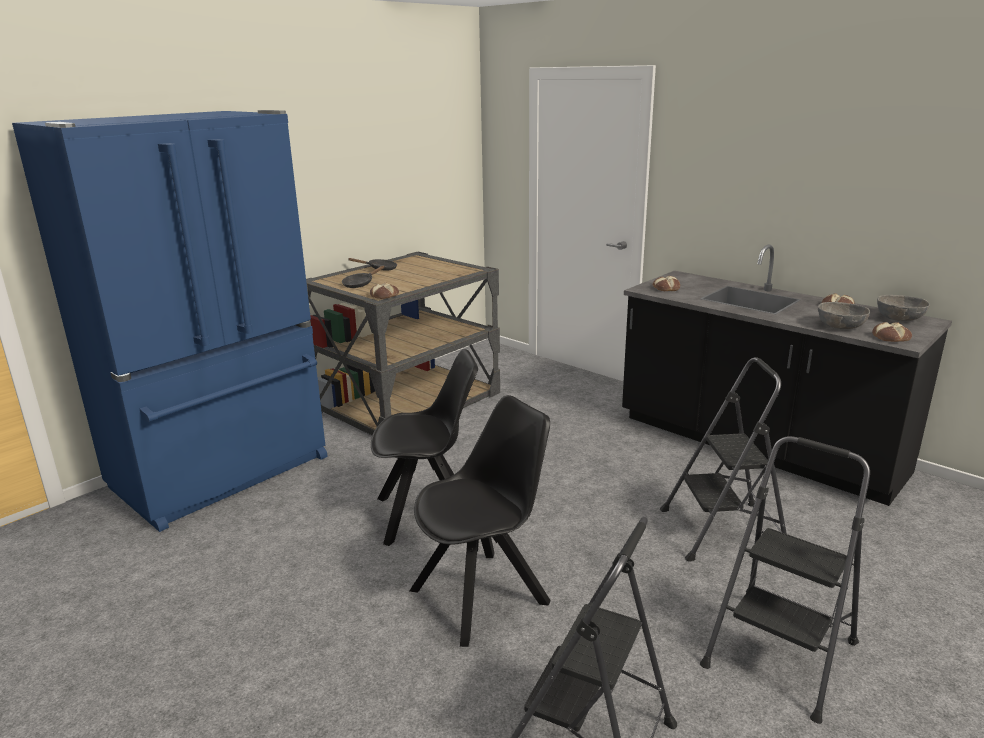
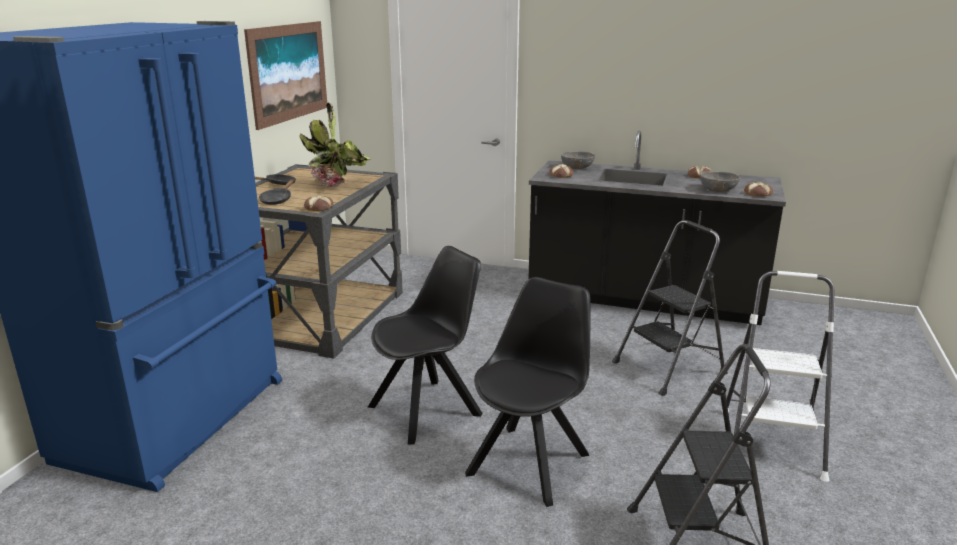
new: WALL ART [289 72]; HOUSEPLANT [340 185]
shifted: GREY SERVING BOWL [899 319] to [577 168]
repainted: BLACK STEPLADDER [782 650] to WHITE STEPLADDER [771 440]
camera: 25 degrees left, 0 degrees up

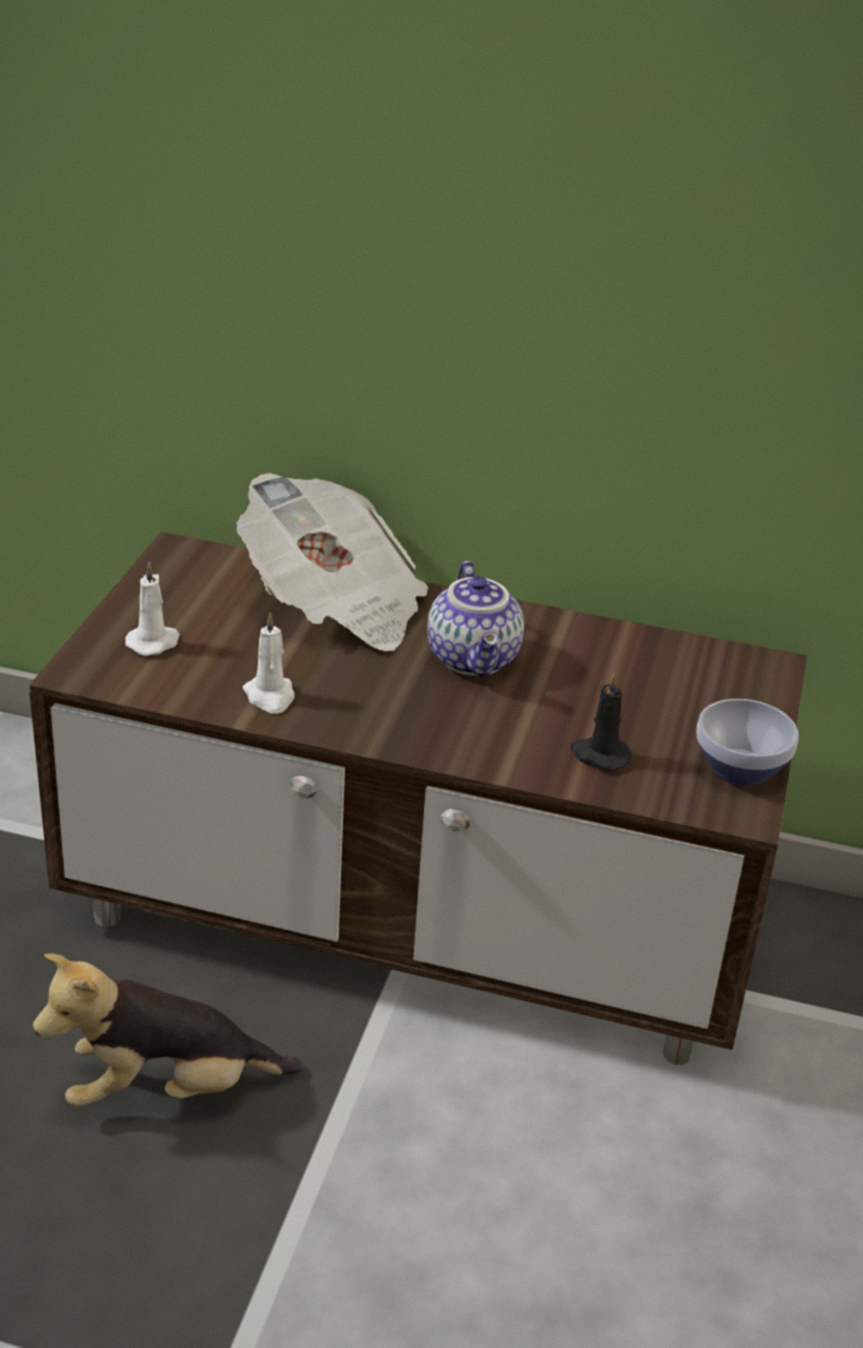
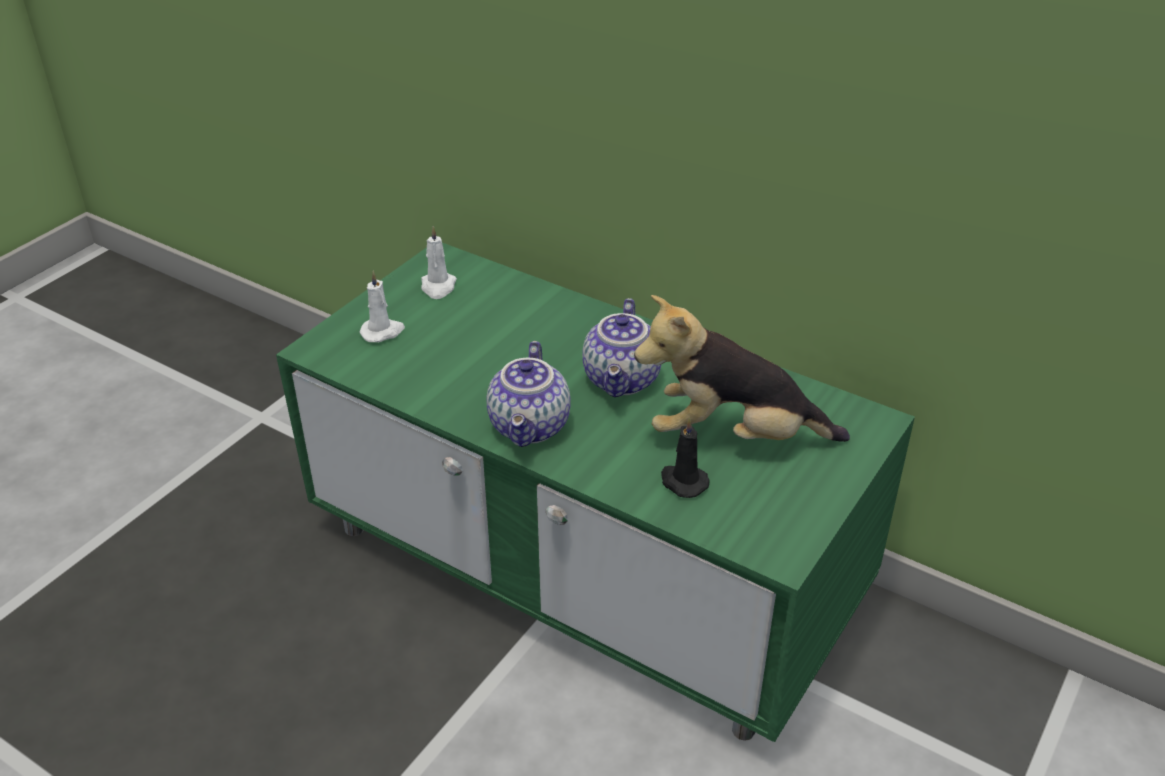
gone: DAILY PAPER [334 606]; SERVING BOWL [738 767]
new: POT FOR TEA [531 427]
shifted: CUDDLY TOY [166 1090] to [733 436]; WHITE WAX LIGHT [270 697] to [438 287]
repainted: BROWN TV UNIT [418 910] to GREEN TV UNIT [586 565]
camera: 20 degrees right, 5 degrees up

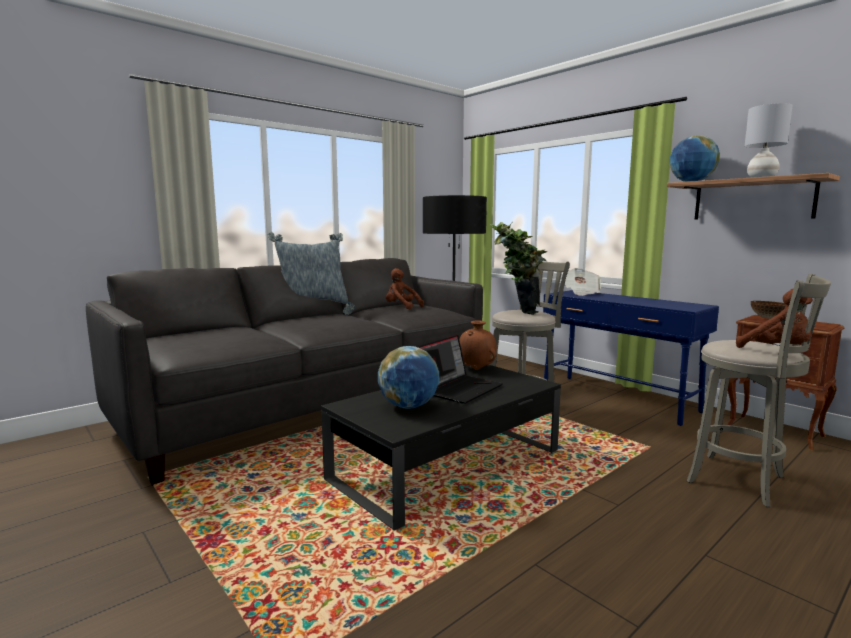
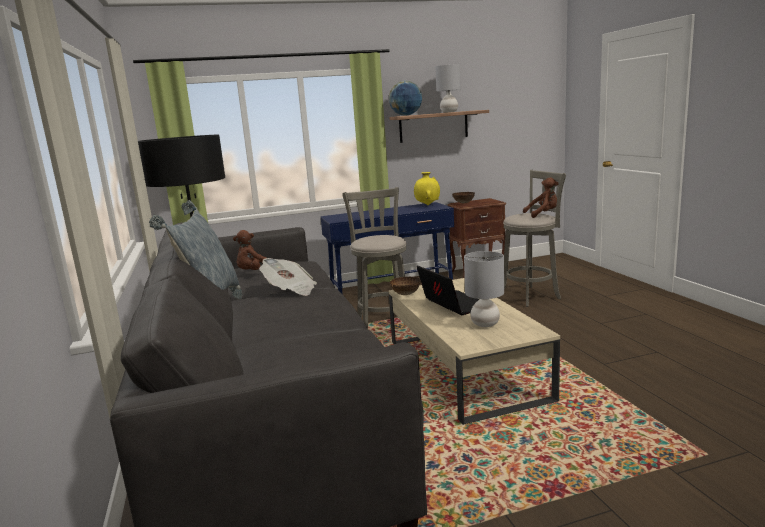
gone: HOUSEPLANT [516 312]
new: YELLOW FLOWER VASE [427 205]
shifted: DAILY PAPER [580 293] to [290 290]
swapped: WORLD GLOBE [409 406] to GREY TABLE LAMP [485 324]; BROWN FLOWER VASE [477 369] to SERVING BOWL [406 294]
repainted: BLACK LOUNGE TABLE [448 464] to SAND-COLOURED LOUNGE TABLE [464 368]
camera: 65 degrees left, 5 degrees up

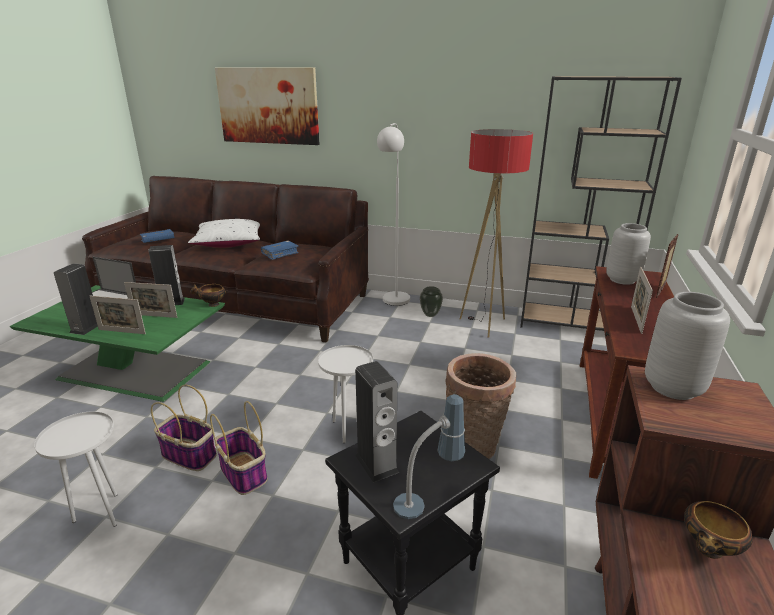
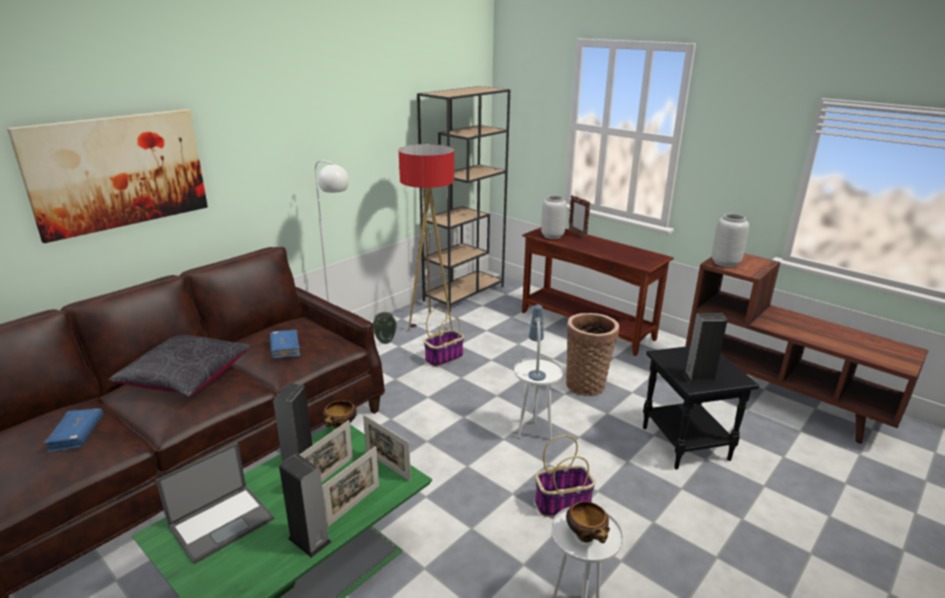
shifted: STORAGE BASKET [190 455] to [444 357]; TABLE LAMP [428 499] to [535 369]; PHOTO FRAME [636 319] to [387 466]; SERVING BOWL [708 551] to [586 537]
repainted: WHITE PILLOW [229 243] to BLACK PILLOW [187 377]
camera: 65 degrees left, 0 degrees up

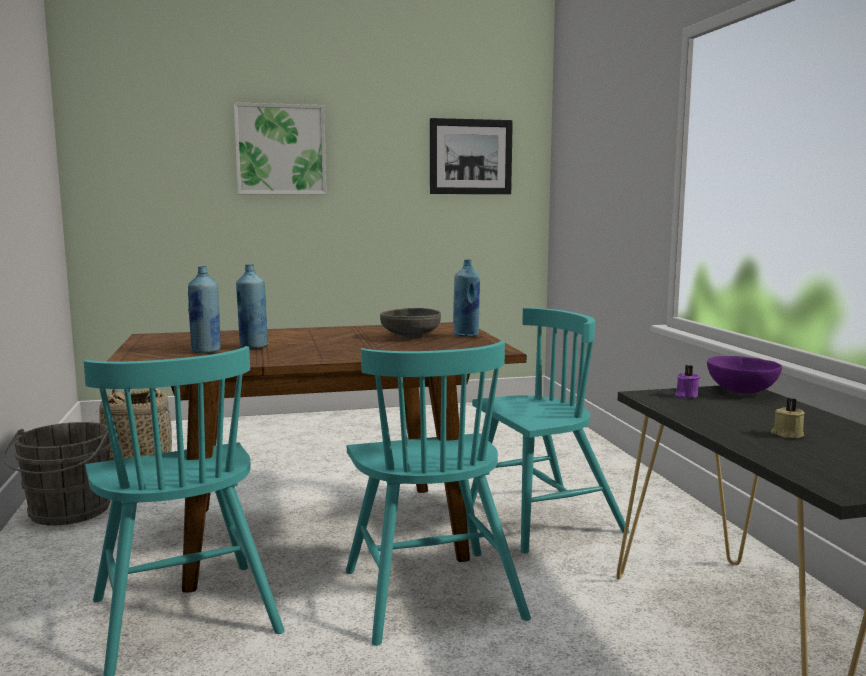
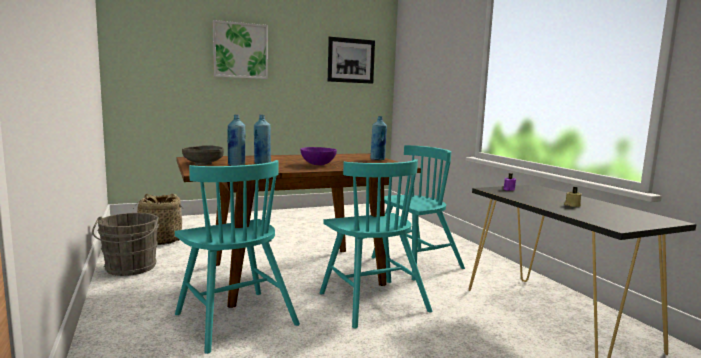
shifted: GREY SERVING BOWL [410 336] to [203 164]; PURPLISH SERVING BOWL [740 391] to [318 164]
camera: 10 degrees left, 0 degrees up

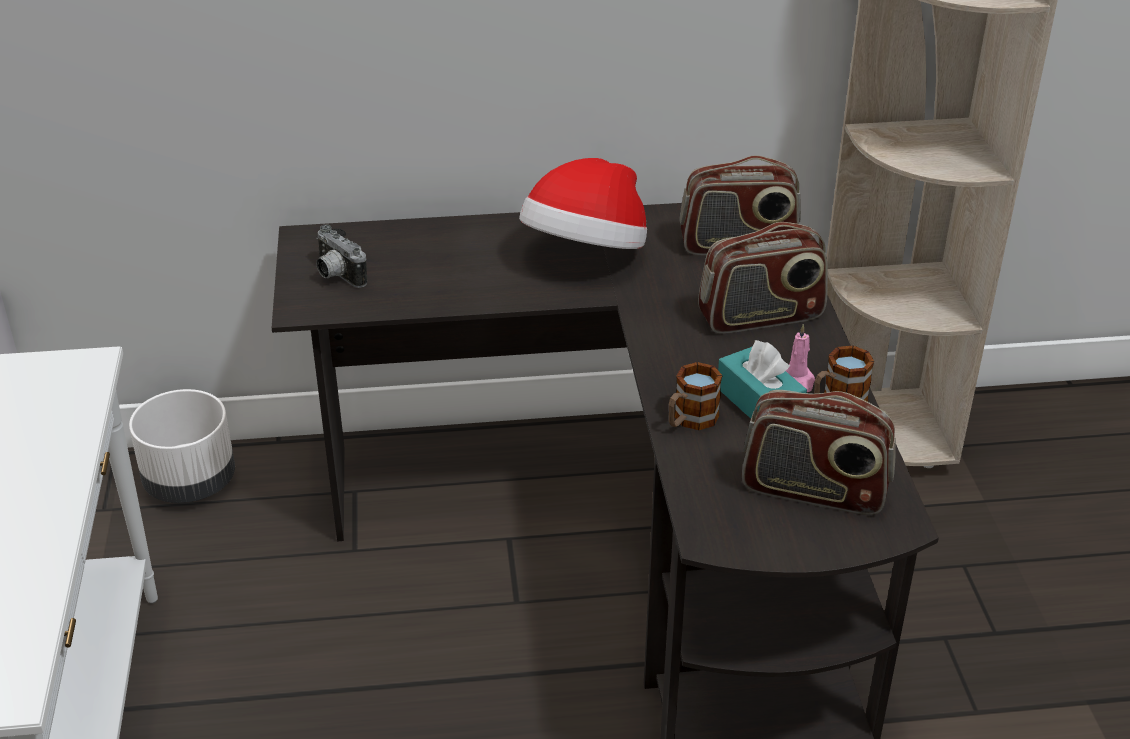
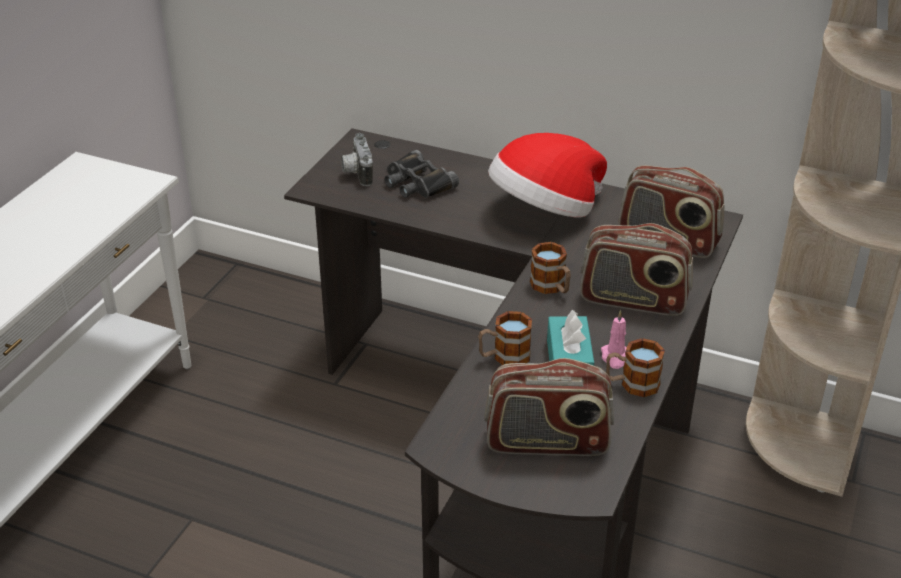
gone: WHITE PLANTER [189 483]
new: BLACK BINOCULARS [417 183]; COFFEE MUG [552 287]
rotated: RADIO [813 491] = [547 442] 45 degrees counterclockwise
camera: 30 degrees right, 0 degrees up

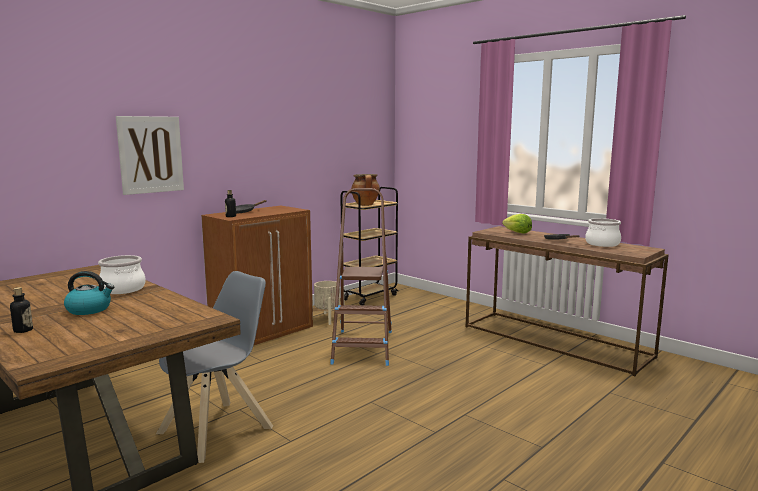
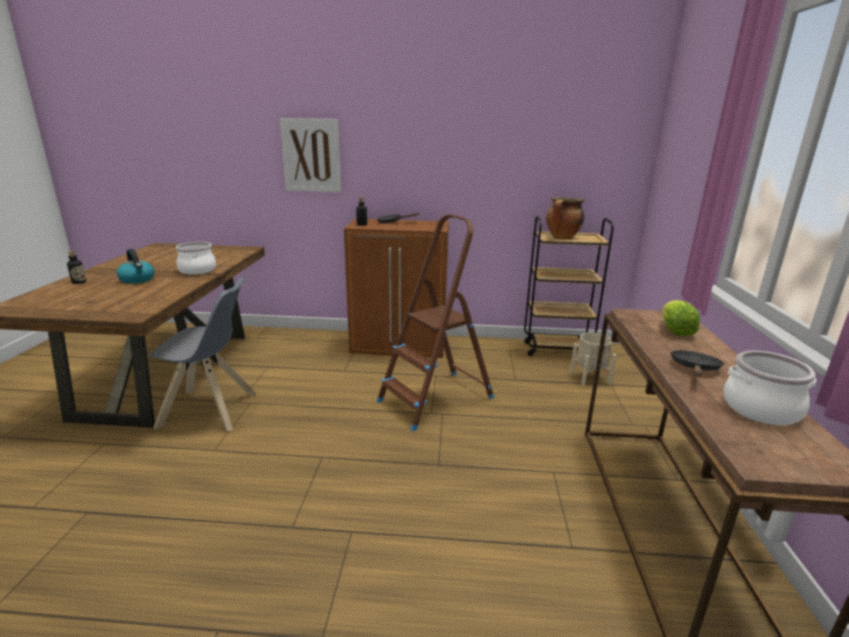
shifted: SAND-COLOURED PLANTER [327 319] to [589 378]
camera: 50 degrees right, 10 degrees up

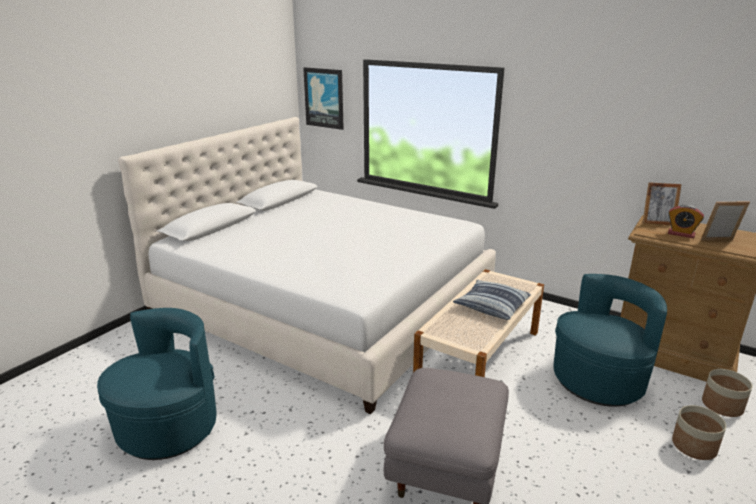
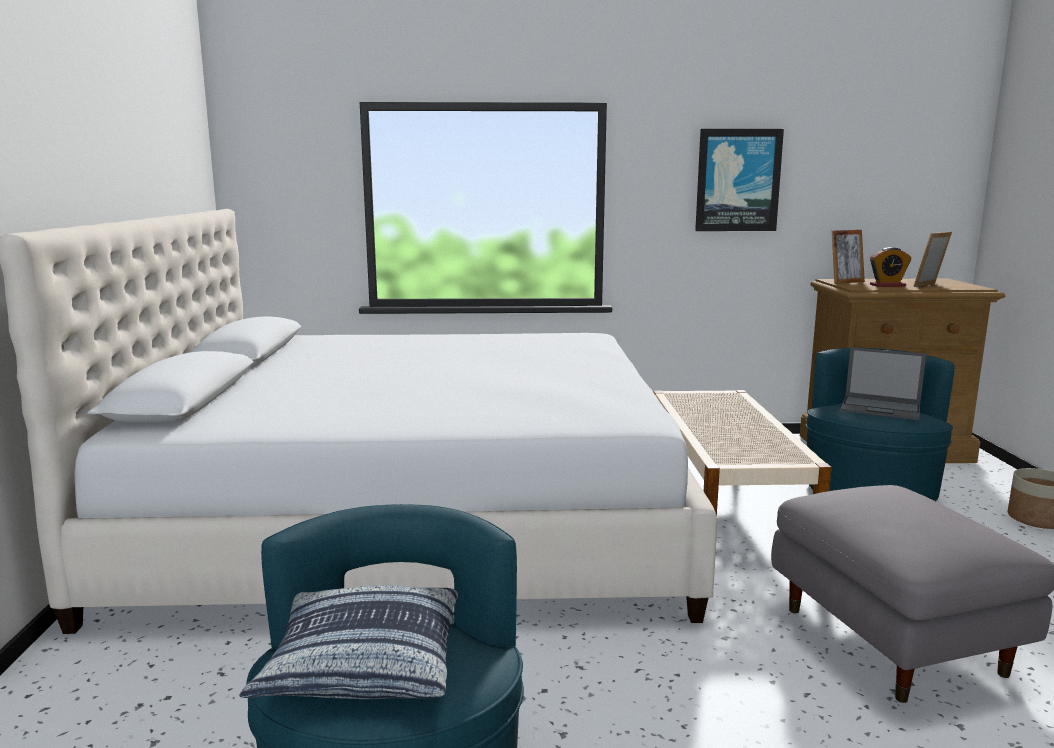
gone: PLANTER [722 406]
new: LAPTOP [881 408]
shifted: WALL ART [324 98] to [738 180]; PILLOW [491 306] to [362 663]
camera: 35 degrees left, 10 degrees down

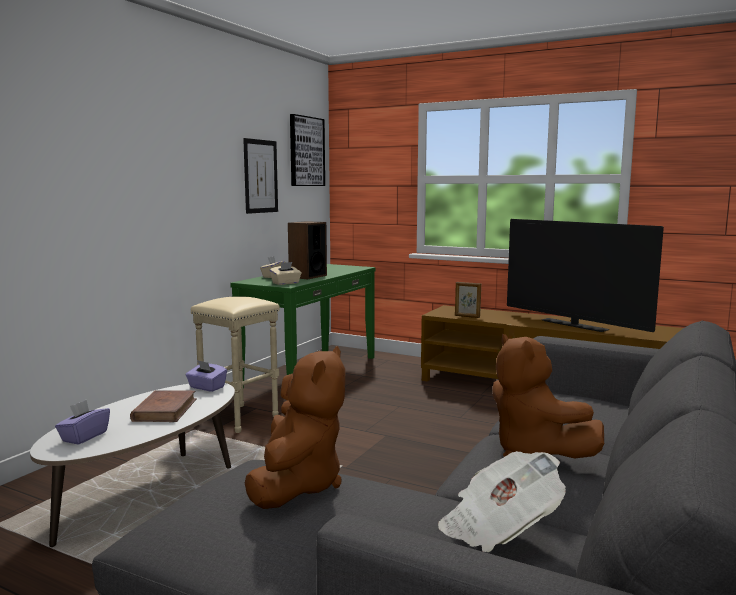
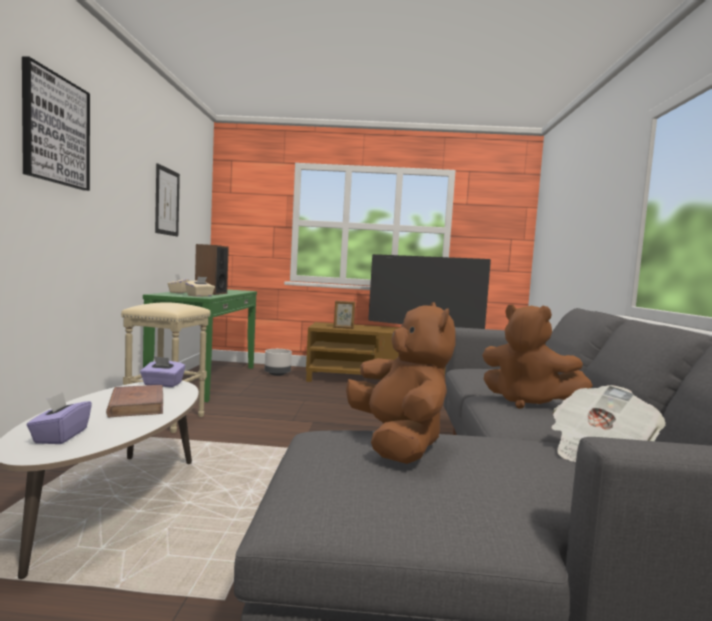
new: GREY PLANTER [277 374]
shifted: WALL ART [306 151] to [55 130]
camera: 25 degrees left, 5 degrees down

